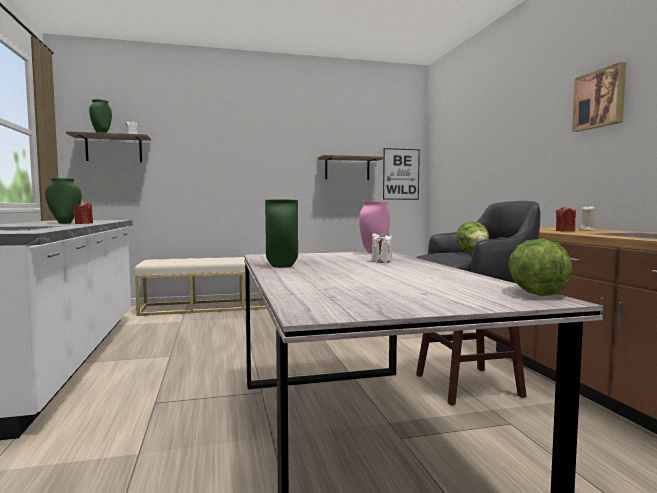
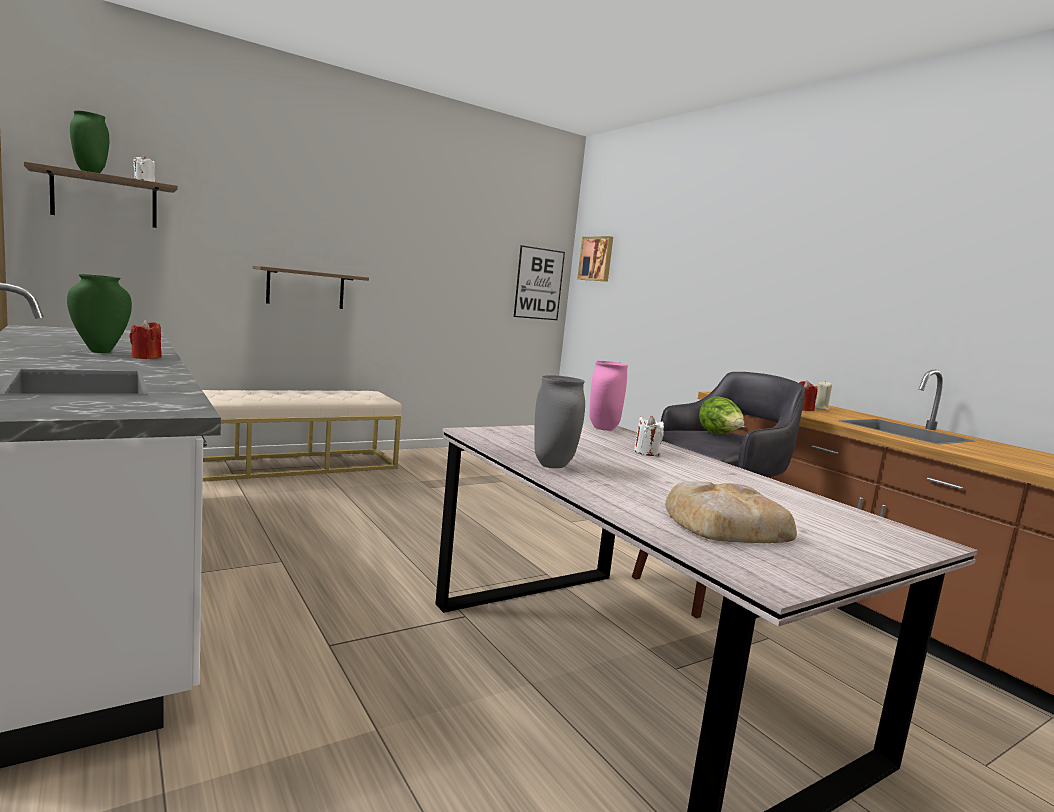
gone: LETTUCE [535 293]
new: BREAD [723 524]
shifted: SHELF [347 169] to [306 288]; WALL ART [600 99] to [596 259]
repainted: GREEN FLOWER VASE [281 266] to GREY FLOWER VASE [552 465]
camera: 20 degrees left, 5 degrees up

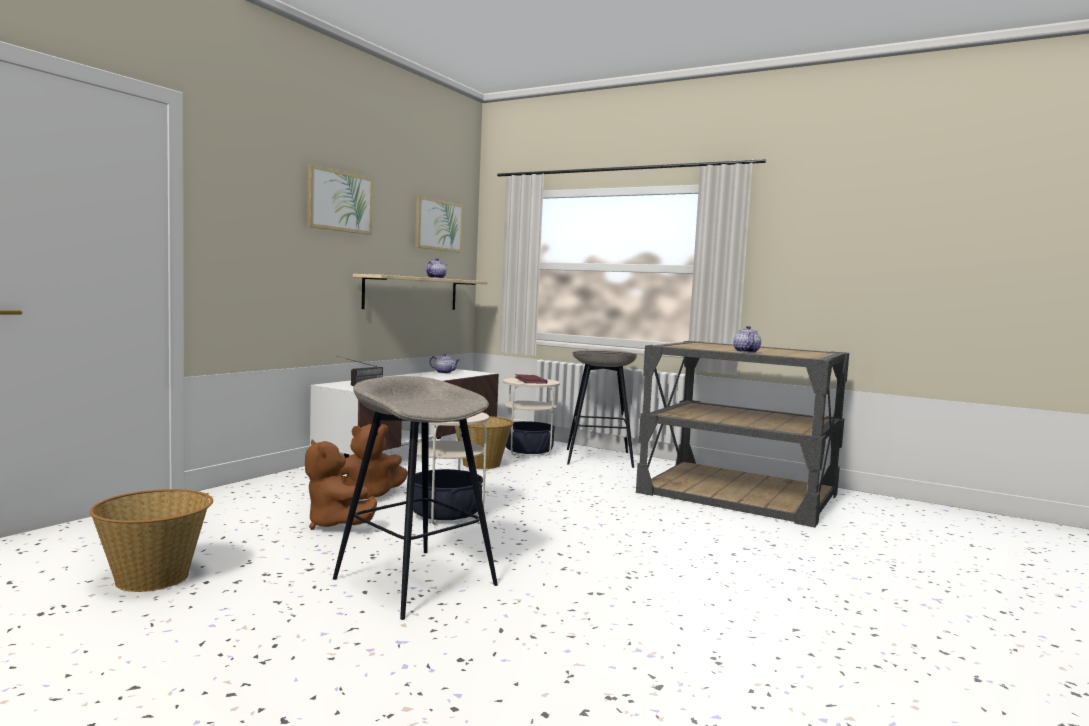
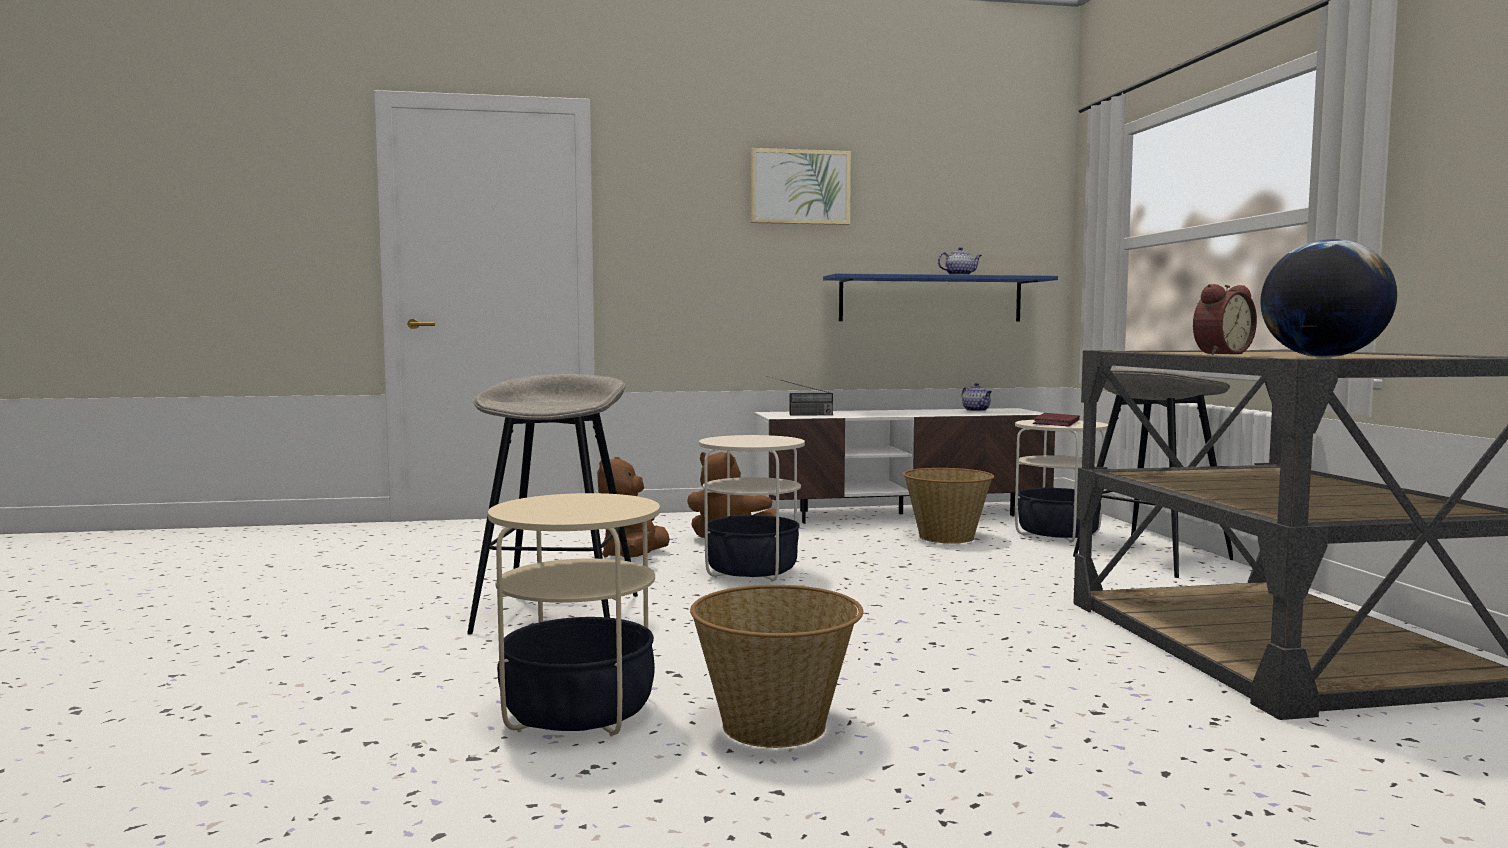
gone: WALL ART [438 225]
new: SAND-COLOURED END TABLE [579 714]; WORLD GLOBE [1323 357]
shifted: STORAGE BASKET [154 578] to [776 725]
swapped: POT FOR TEA [745 352] to ALARM CLOCK [1219 354]
repainted: SAND-COLOURED SHELF [412 293] to BLUE-COLOURED SHELF [931 299]
camera: 50 degrees right, 0 degrees up

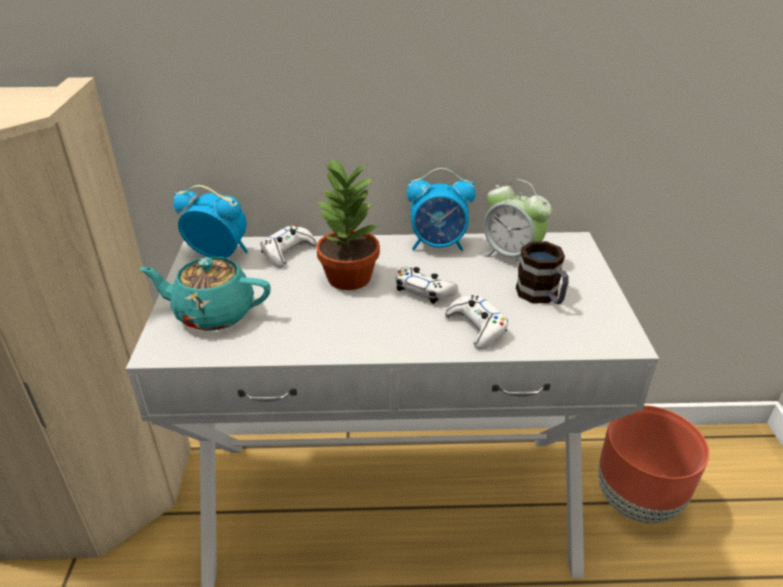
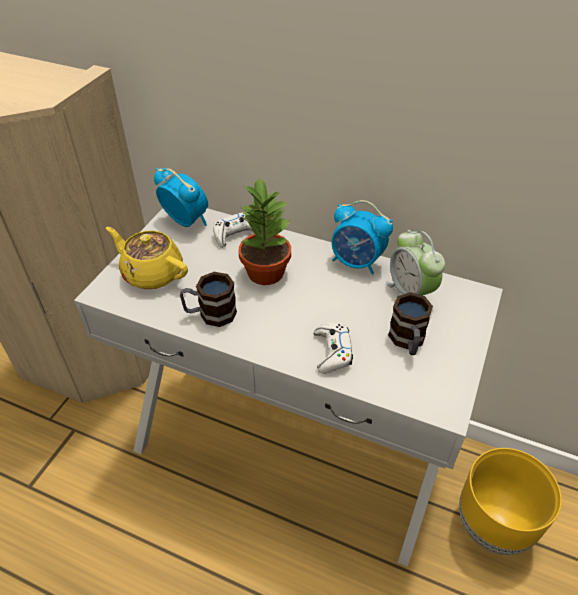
gone: WHITE GAMEPAD [424 291]
new: COFFEE MUG [210 314]
repainted: TURQUOISE POT FOR TEA [213 313] to YELLOW POT FOR TEA [152 273]; BROWN PLANTER [636 500] to YELLOW PLANTER [493 524]
camera: 25 degrees right, 10 degrees up

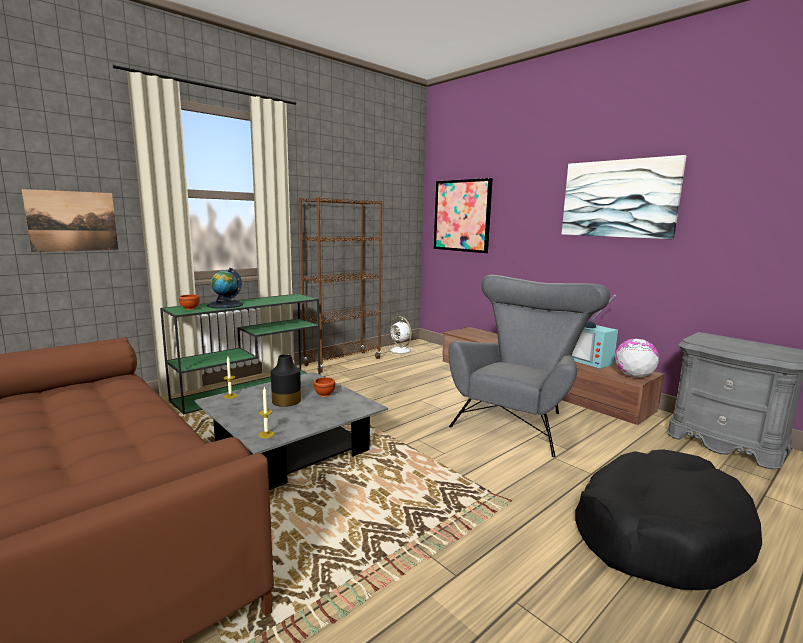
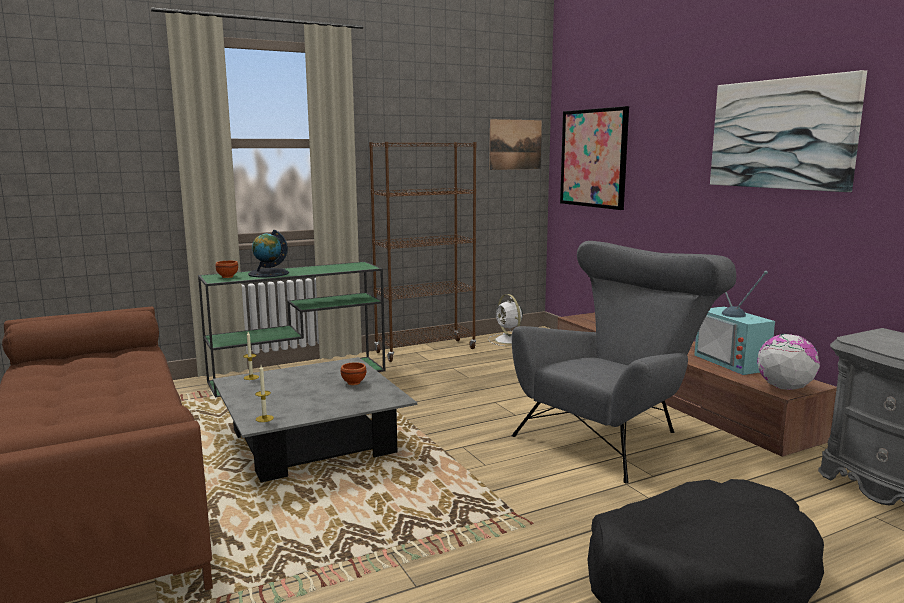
gone: BLACK FLOWER VASE [286 401]
shifted: WALL ART [73 221] to [515 144]
camera: 15 degrees right, 0 degrees up

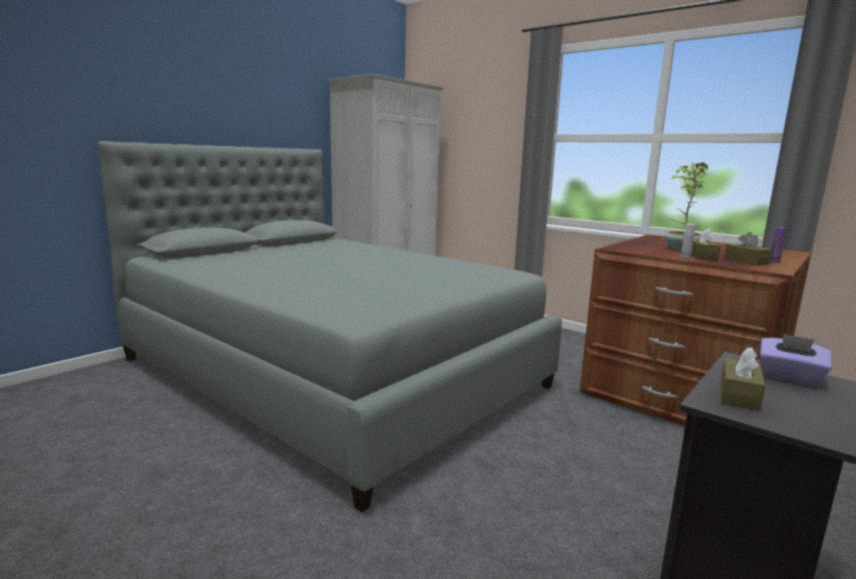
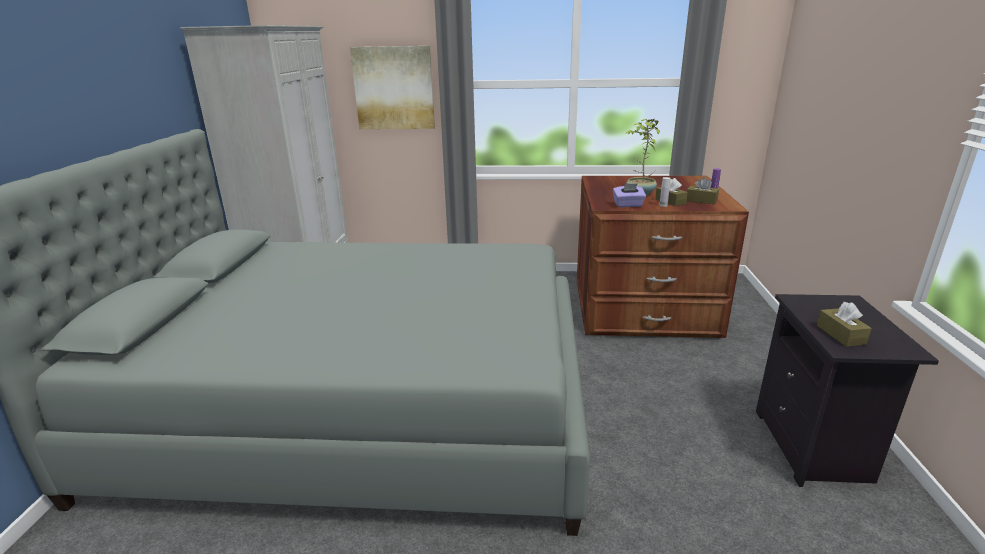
new: WALL ART [394 88]
shifted: PURPLISH BOX OF TISSUES [789 377] to [628 205]
camera: 35 degrees left, 10 degrees up

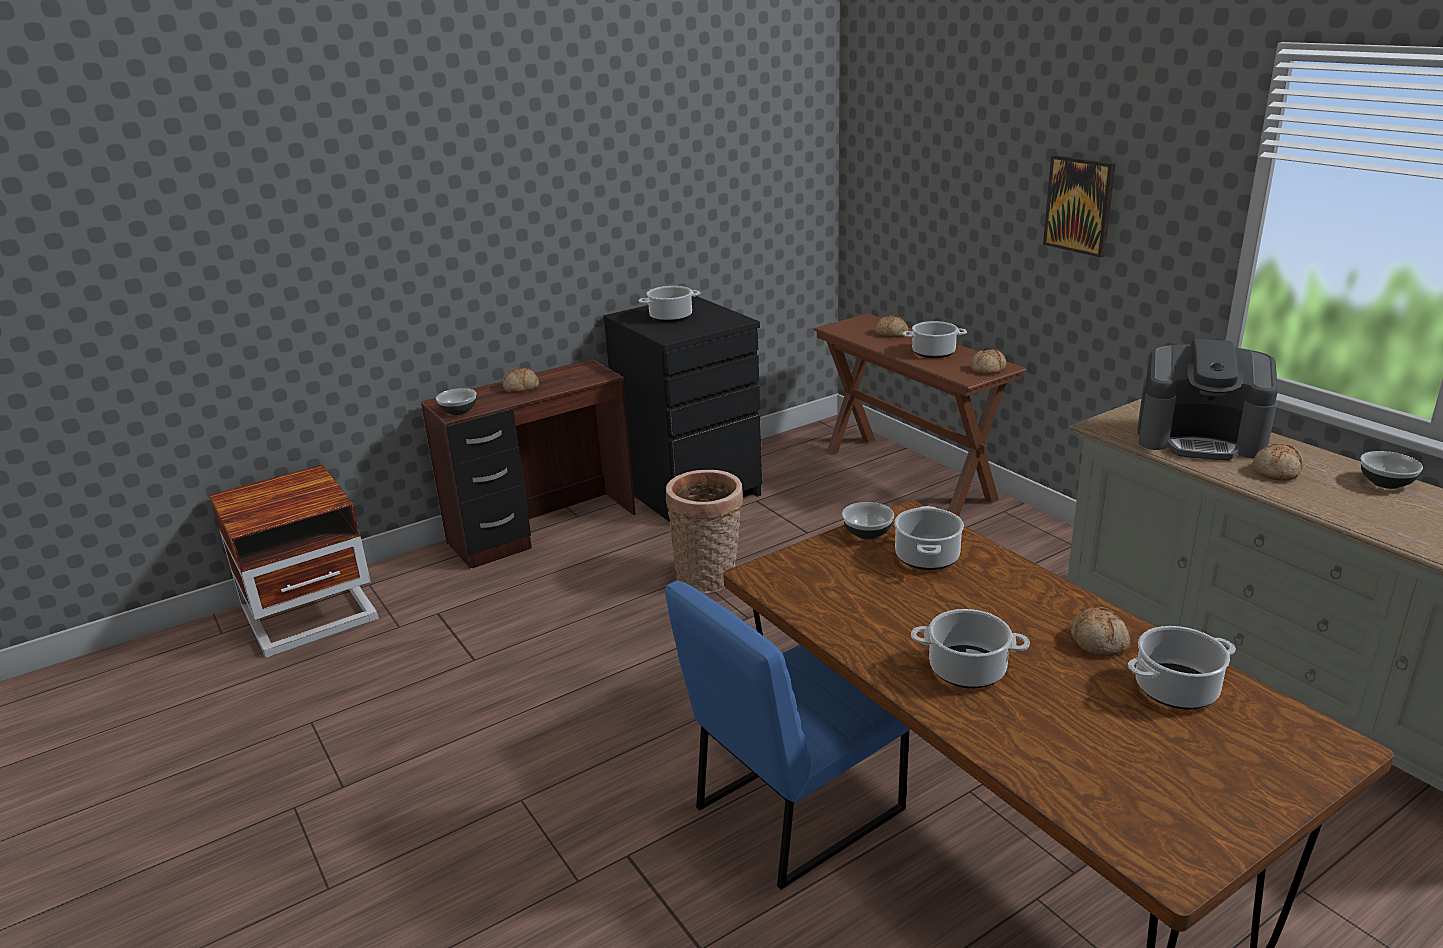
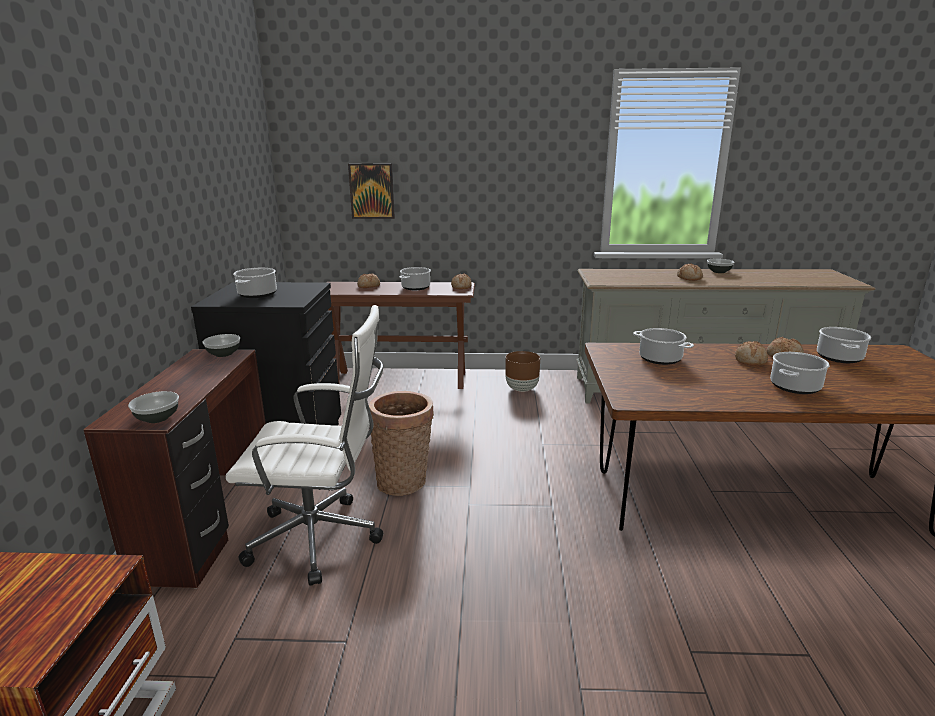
gone: BLUE-COLOURED UPRIGHT CHAIR [794 810]; COFFEE BREWER [1200 439]
new: WHITE DESK CHAIR [321 539]; BROWN PLANTER [522 389]
shifted: BREAD [521 388] to [750 360]; SERVING BOWL [867 534] to [224 354]; WALL ART [1079 205] to [372 191]
camera: 55 degrees left, 5 degrees down

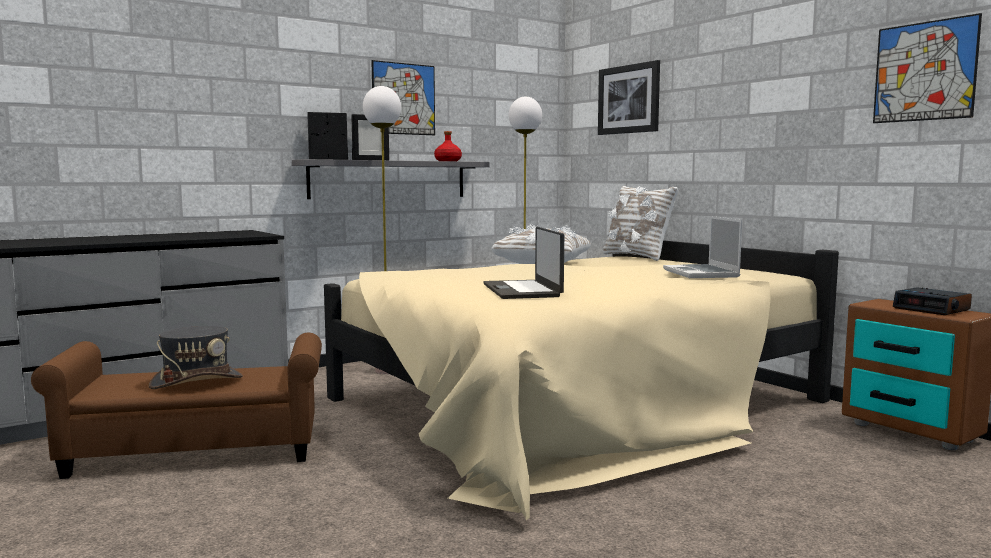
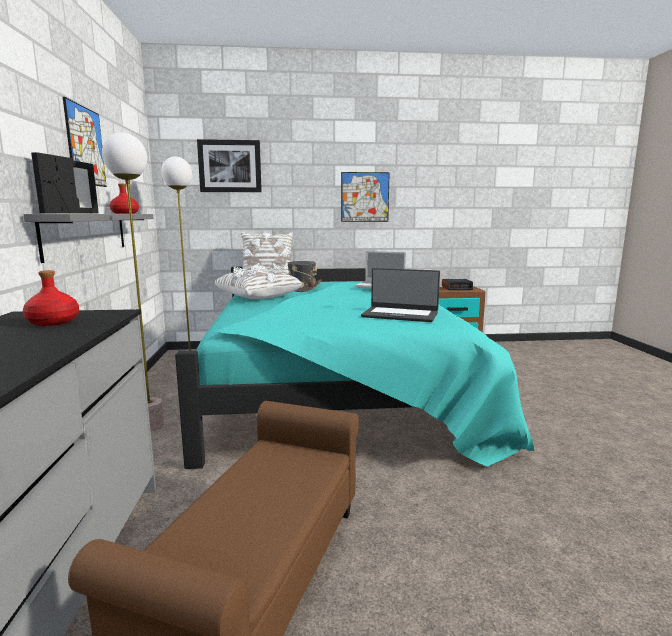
new: RED DRINK BOTTLE [54 322]
shifted: GREY HAT [196 381] to [301 288]; WALL ART [924 71] to [365 197]
repainted: SAND-COLOURED SLEEPING BED [577 405] to TURQUOISE SLEEPING BED [336 390]
camera: 60 degrees left, 5 degrees up

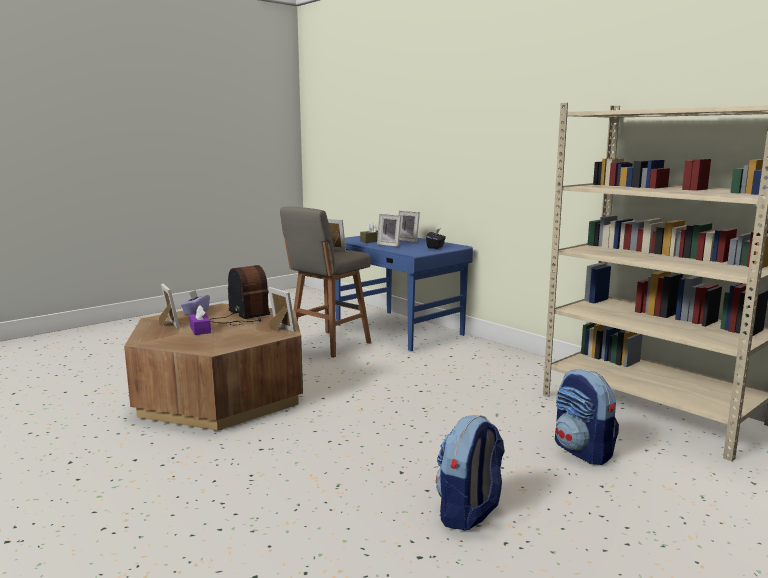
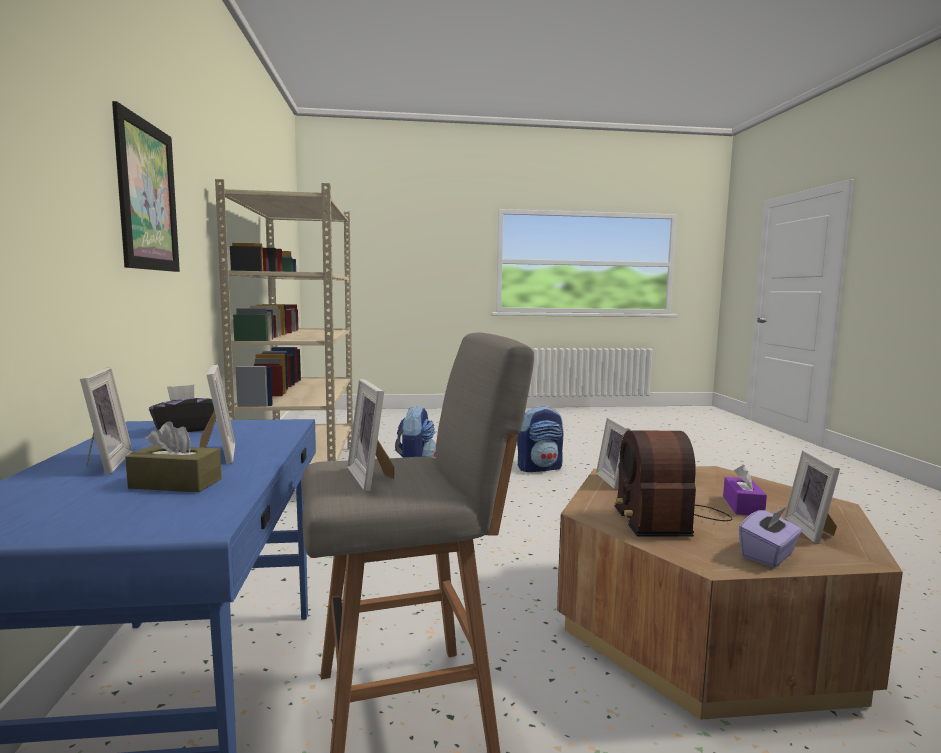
new: WALL ART [147 196]
camera: 145 degrees left, 5 degrees down

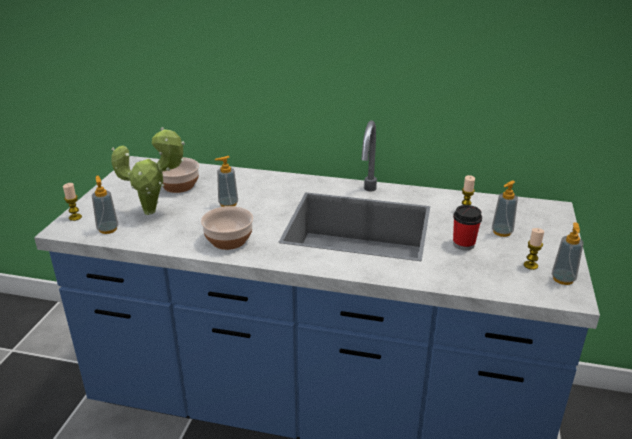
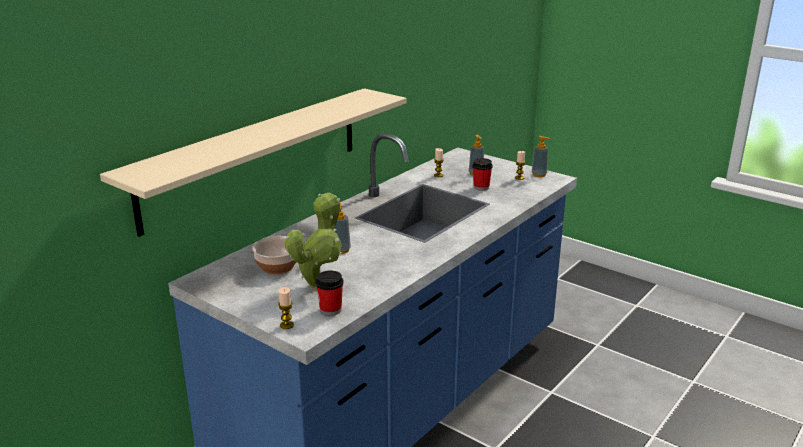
gone: SERVING BOWL [228 240]
new: SAND-COLOURED SHELF [255 156]
swapped: SOAP BOTTLE [108 229] to CUP [330 310]
camera: 65 degrees left, 5 degrees down

